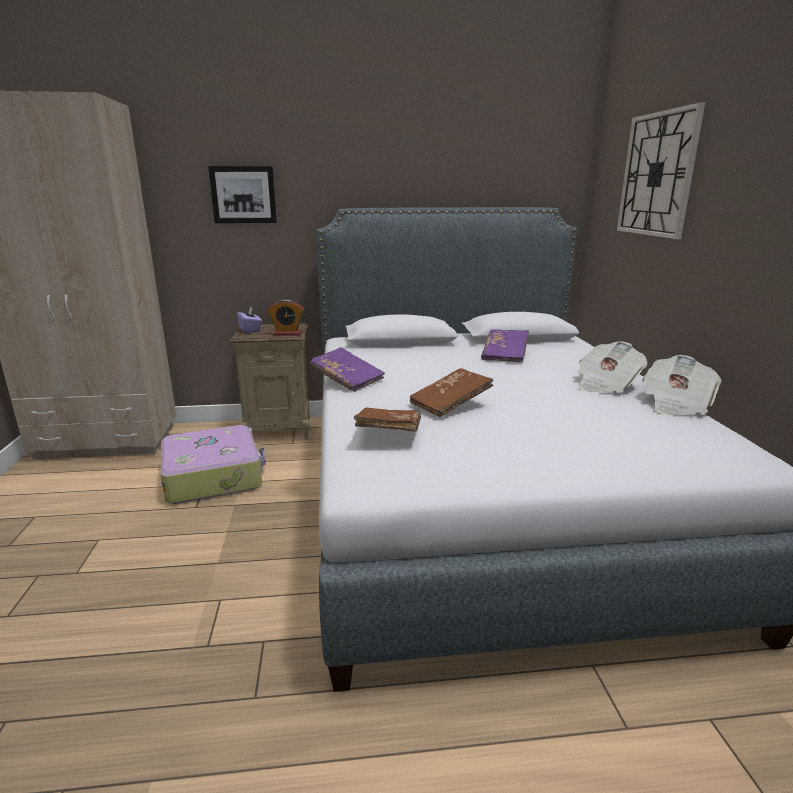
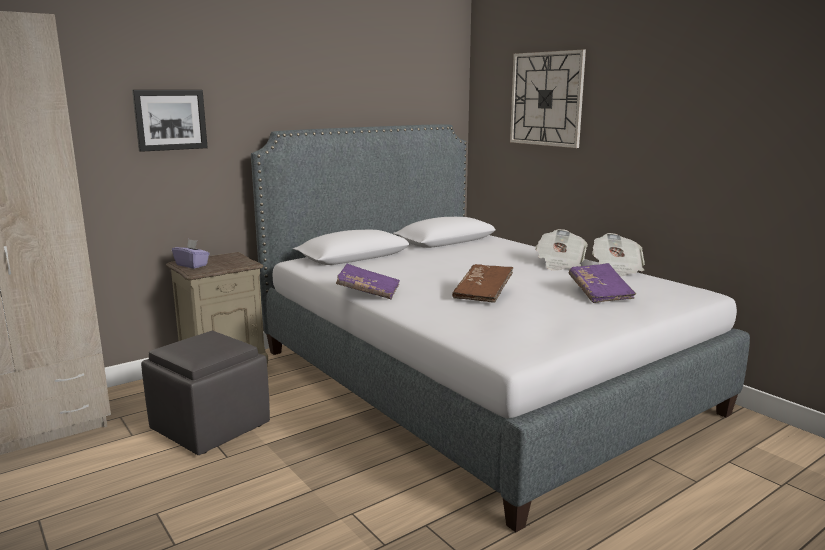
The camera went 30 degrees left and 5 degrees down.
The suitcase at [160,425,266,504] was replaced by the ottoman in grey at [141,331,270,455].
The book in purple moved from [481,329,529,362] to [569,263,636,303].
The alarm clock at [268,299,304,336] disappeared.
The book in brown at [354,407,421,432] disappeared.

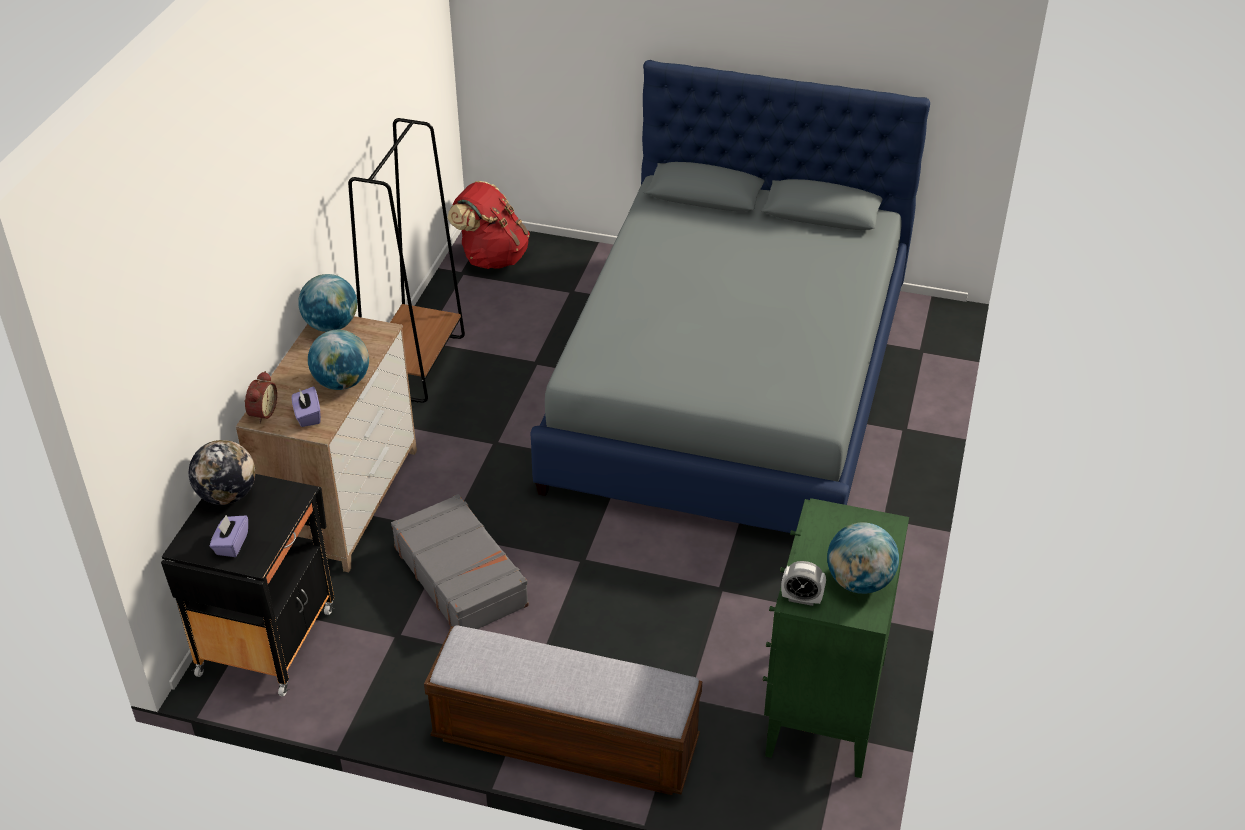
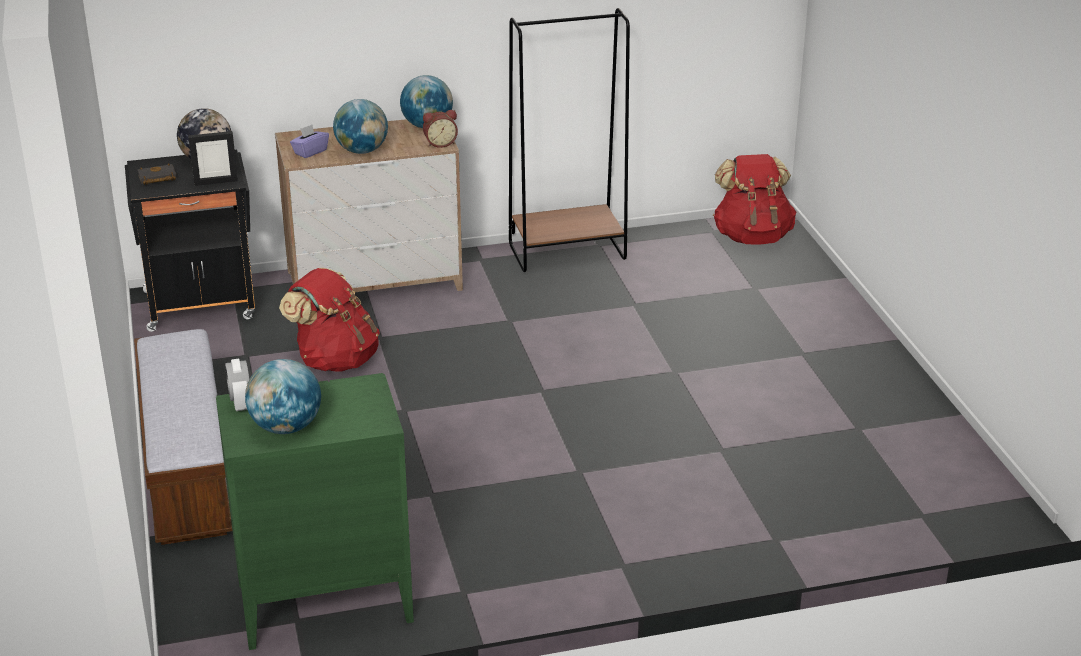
The camera went 60 degrees right and 10 degrees down.
The tissue box in purple at [210,515,248,557] was replaced by the book in black at [137,163,177,185].
The picture frame at [188,131,238,186] appeared.
The suitcase in grey at [391,494,529,629] was replaced by the backpack in red at [279,268,380,372].
The alarm clock moved from [244,371,277,423] to [423,110,458,148].
The bed in grey at [531,60,930,533] disappeared.

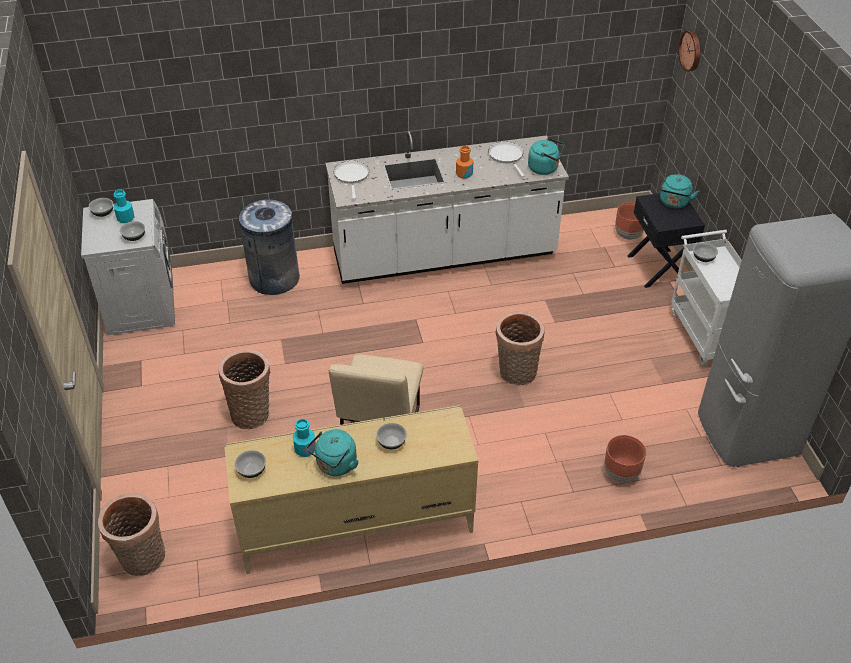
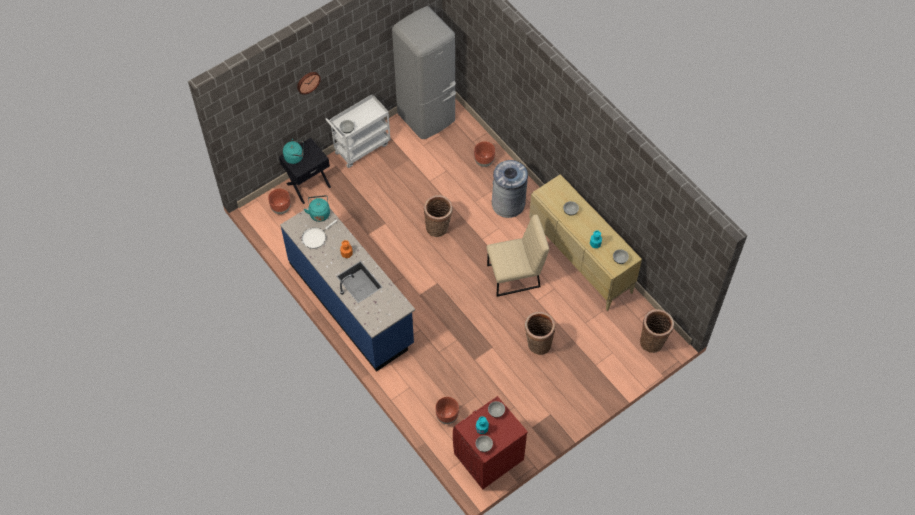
The camera went 115 degrees left and 15 degrees up.
The counter in white at [325,131,569,284] became the counter in blue at [280,207,415,372].
The wall clock moved from [678,30,700,72] to [297,72,321,95].
The planter in brown at [436,397,459,424] appeared.
The washing machine in white at [81,199,175,335] became the washing machine in red at [453,396,528,490].
The trash can in grey moved from [239,200,300,295] to [492,160,528,218].
The kettle in turquoise at [306,429,359,476] disappeared.
The frying pan in white at [334,161,369,199] disappeared.

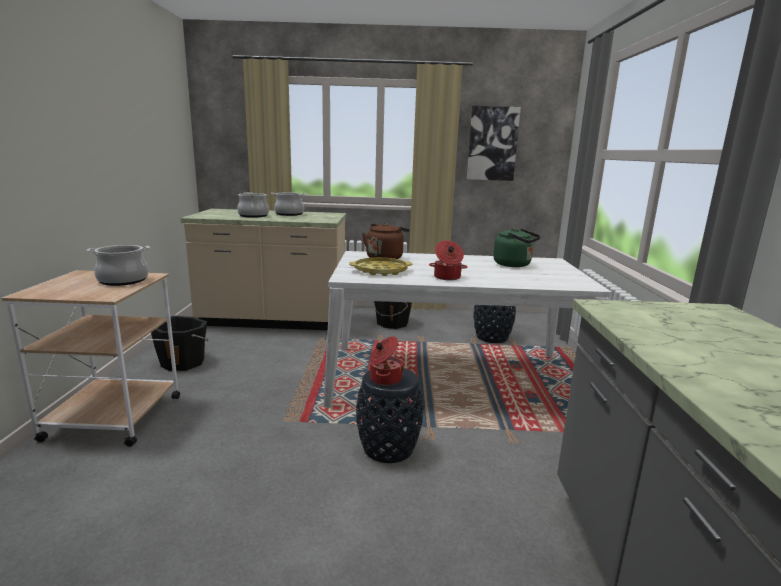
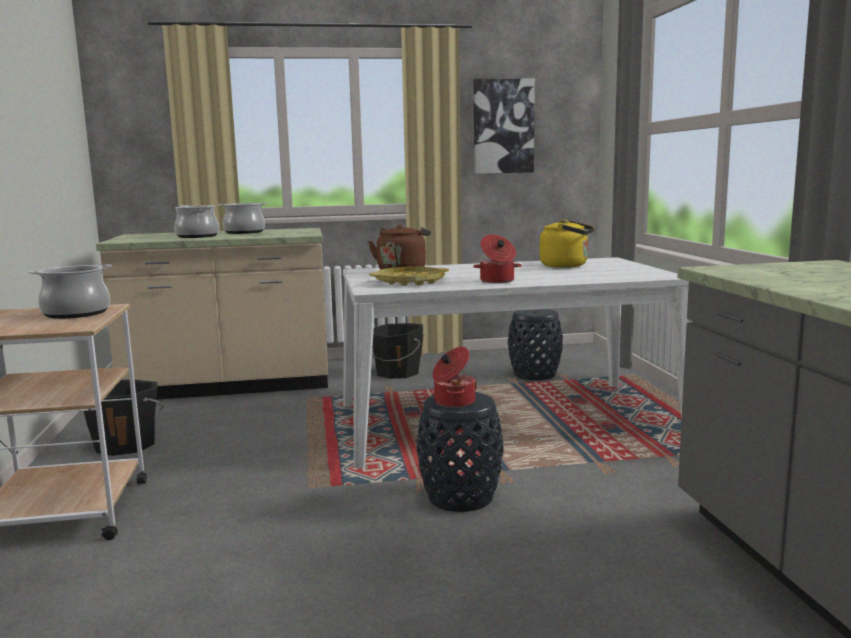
The camera went 10 degrees left and 5 degrees down.
The kettle in green at [493,228,541,267] became the kettle in yellow at [540,219,595,268].

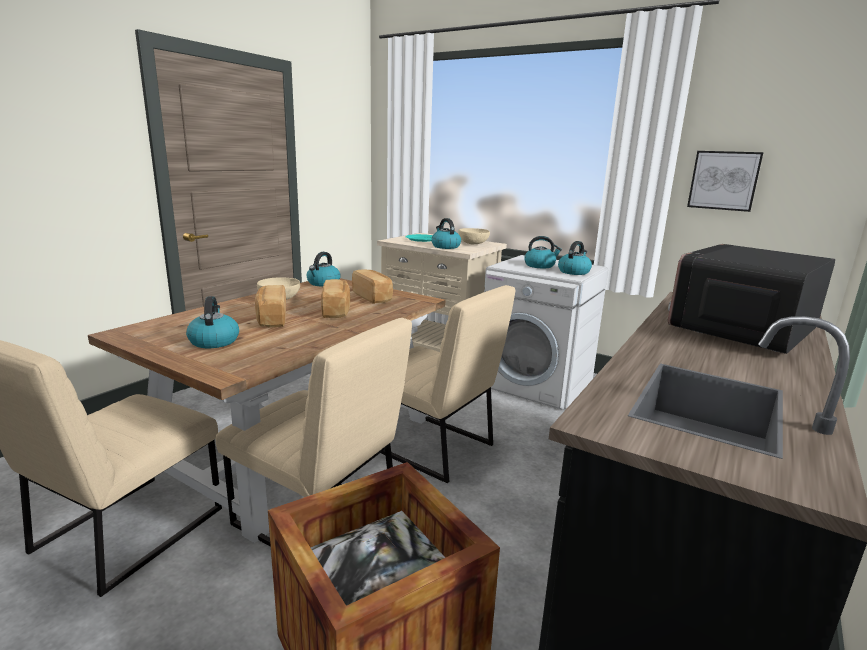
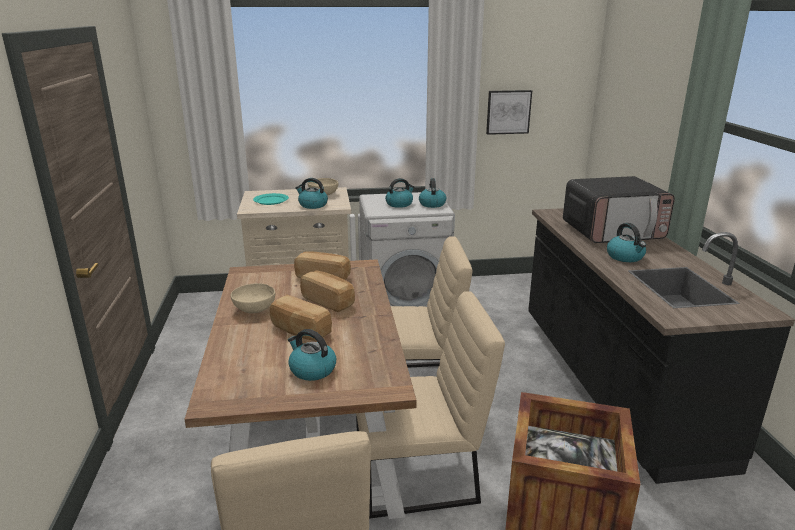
The camera went 40 degrees left and 5 degrees up.
The microwave at [668,244,835,354] turned 105 degrees counterclockwise.
The kettle moved from [306,252,341,286] to [607,223,646,262].

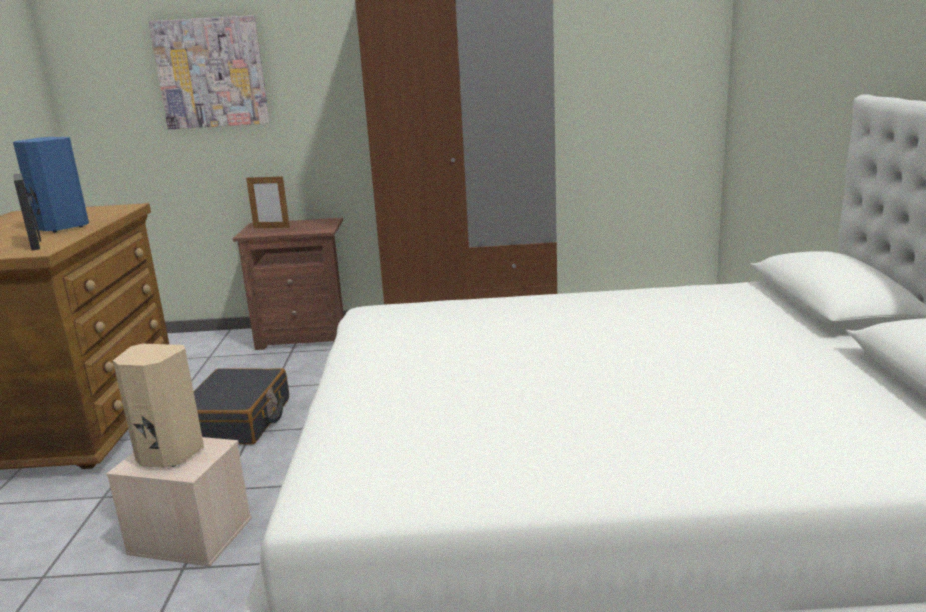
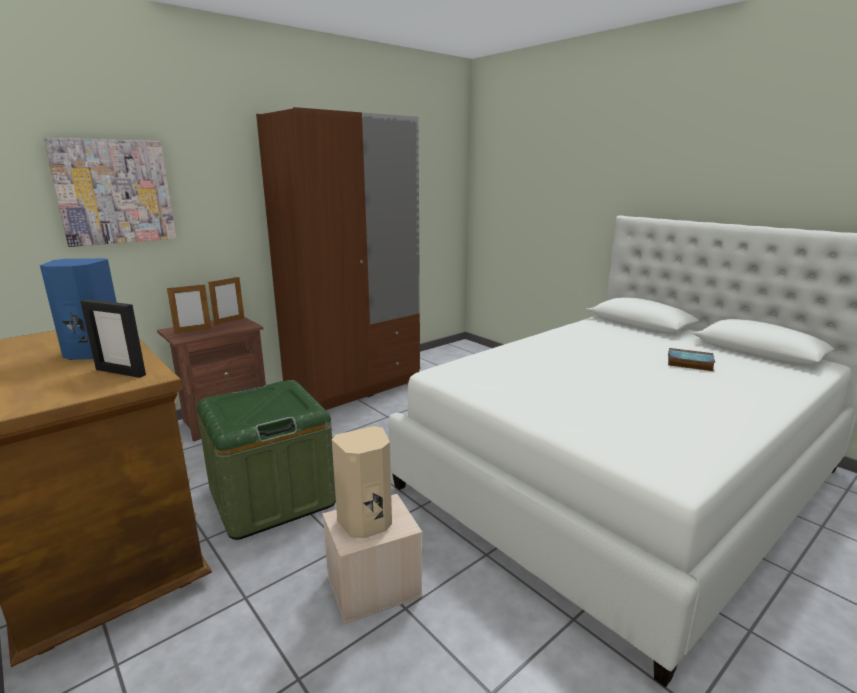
The camera went 40 degrees left and 0 degrees up.
The suitcase in black at [193,368,289,445] was replaced by the storage box in green at [197,380,336,540].
The picture frame at [208,277,244,325] appeared.
The book at [668,348,715,371] appeared.

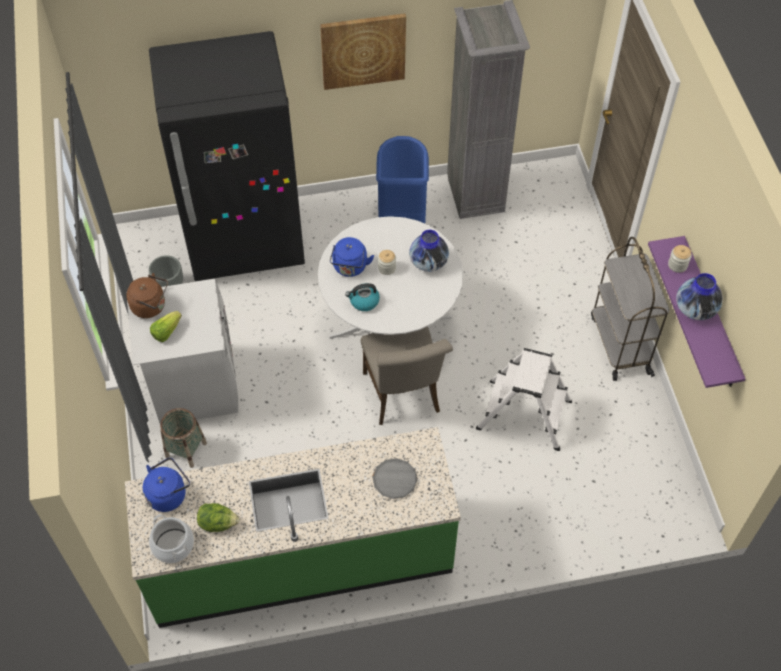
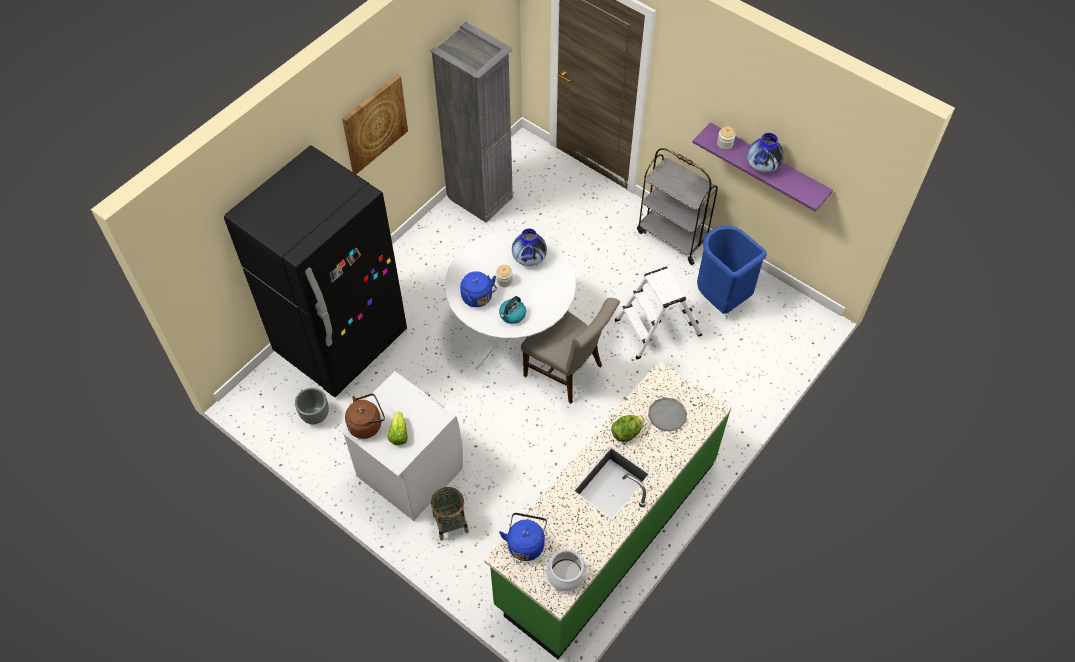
The camera went 40 degrees left and 0 degrees up.
The lettuce moved from [197,503,240,532] to [611,415,645,442].
The trash can in blue moved from [376,136,429,223] to [697,226,767,314].

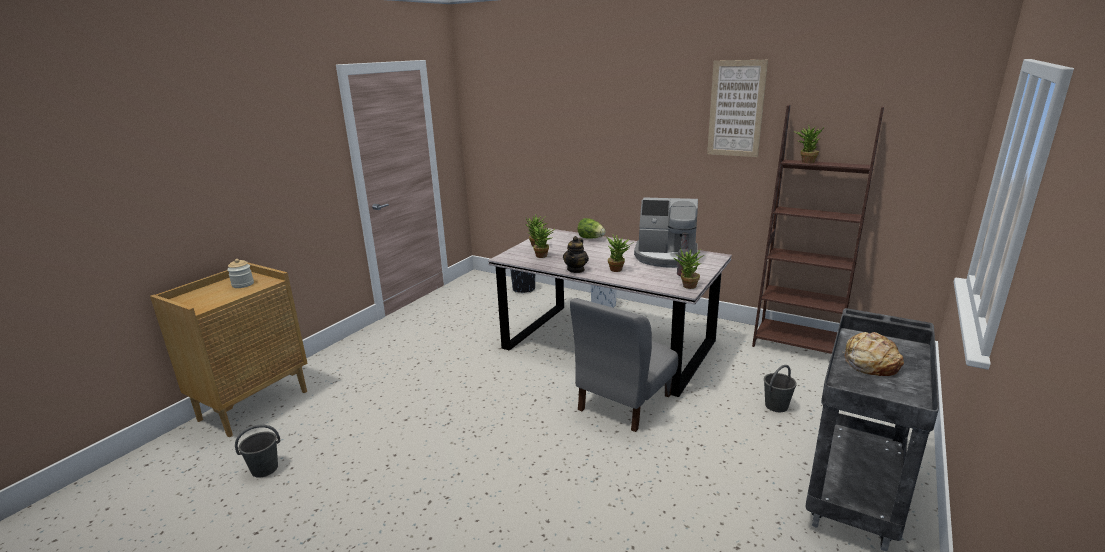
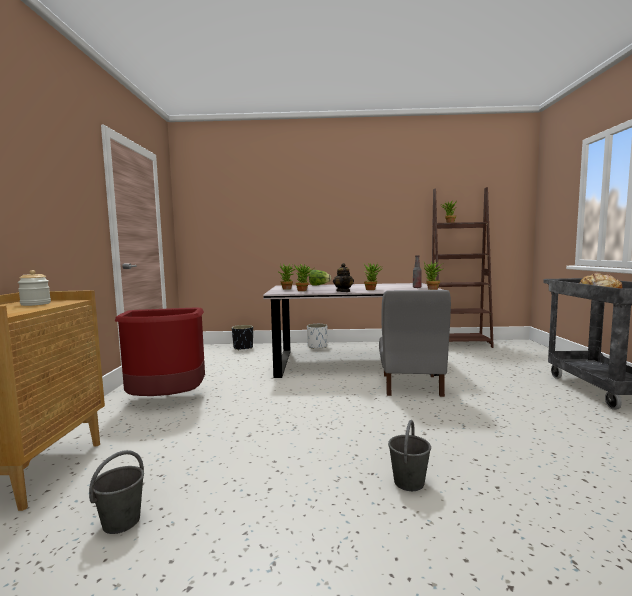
The camera went 30 degrees left and 15 degrees down.
The trash can in red at [115,308,205,396] appeared.
The bucket in grey moved from [764,365,796,412] to [388,420,431,491].
The coffee machine at [634,197,698,268] disappeared.
The picture at [707,60,768,157] disappeared.

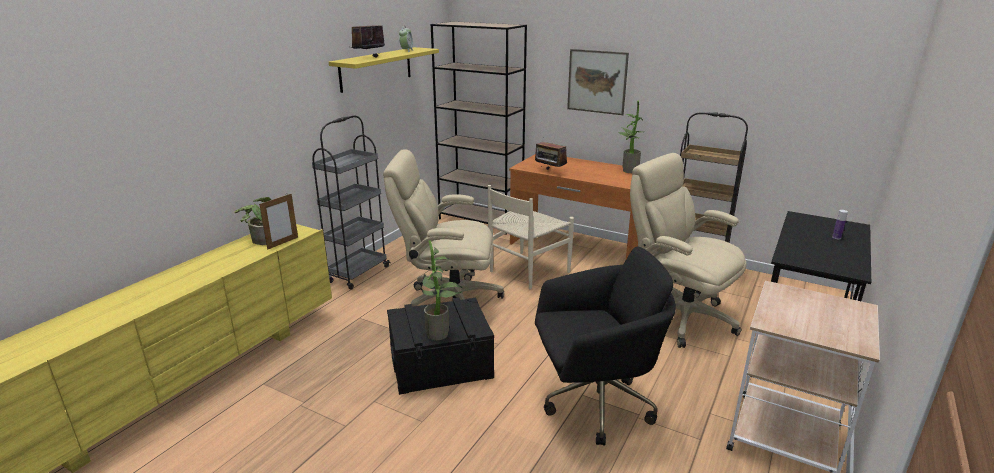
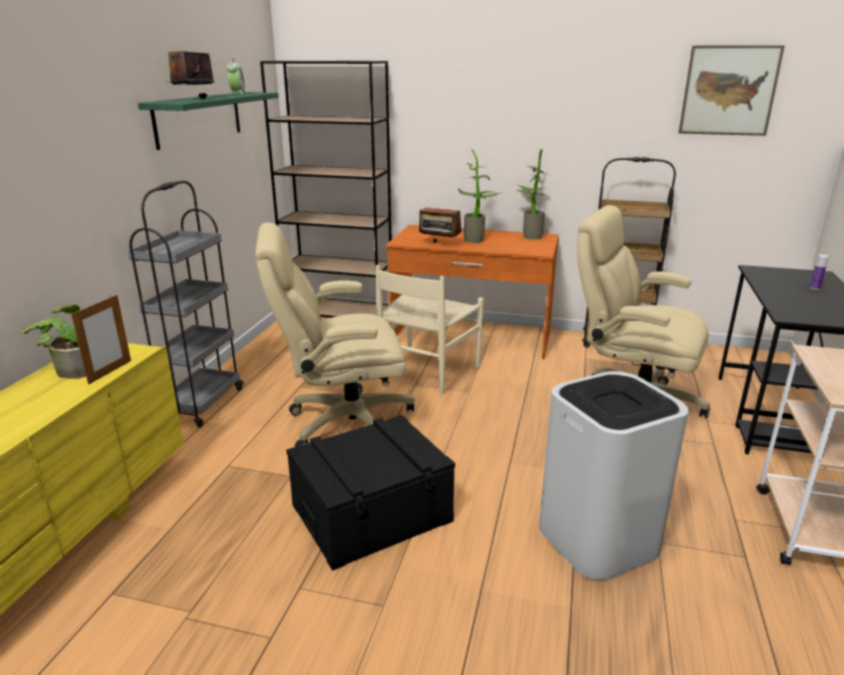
The camera went 15 degrees left and 0 degrees up.
The shelf in yellow at [329,47,439,93] became the shelf in green at [138,92,279,150].
The potted plant moved from [421,240,462,341] to [458,149,502,243].
The office chair in black at [535,247,676,446] was replaced by the trash can in white at [539,371,689,580].
The picture moved from [567,49,629,115] to [679,45,785,136].

